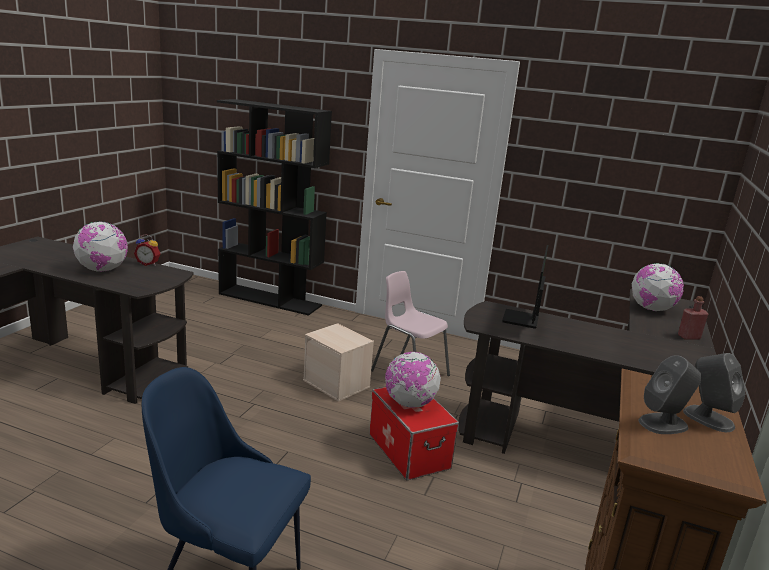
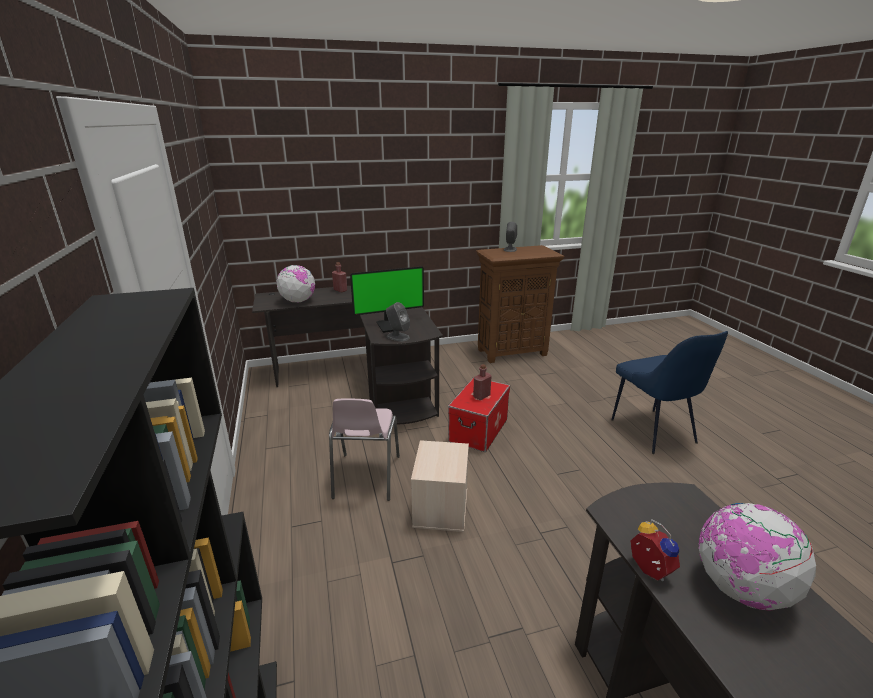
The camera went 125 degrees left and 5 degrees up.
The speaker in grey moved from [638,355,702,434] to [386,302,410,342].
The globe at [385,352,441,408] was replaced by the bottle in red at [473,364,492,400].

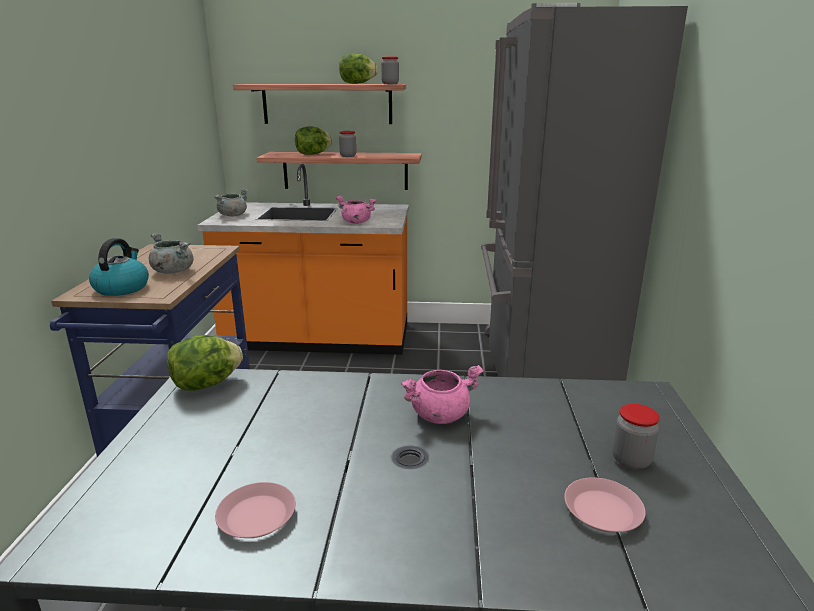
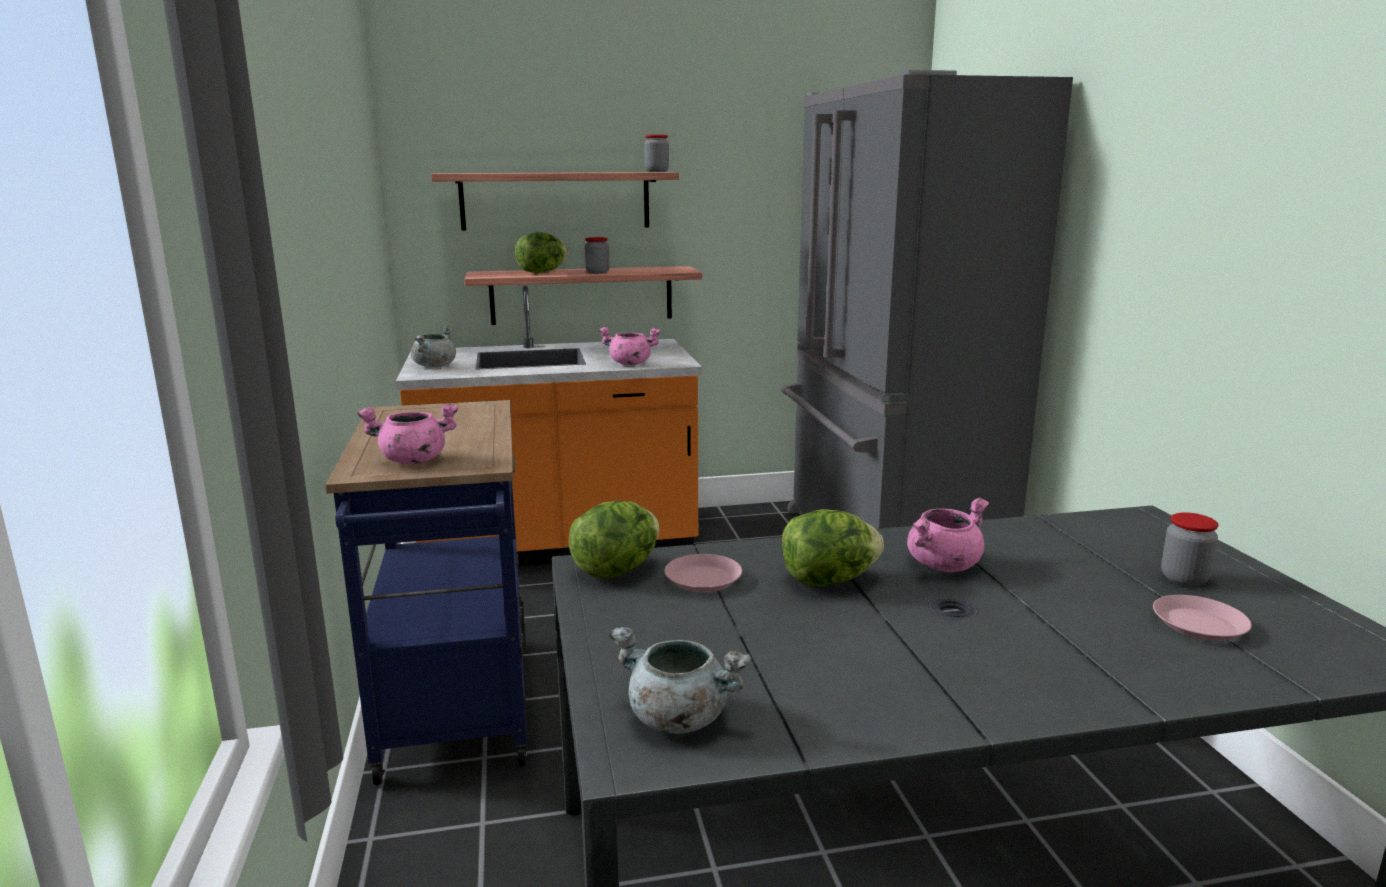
The camera went 15 degrees left and 5 degrees down.
The kettle at [89,238,149,296] was replaced by the cooking pot in pink at [357,404,458,464].
The cooking pot in grey moved from [149,233,194,274] to [609,627,751,734].
The plate in pink moved from [215,482,296,538] to [664,554,742,592].
The lettuce moved from [339,53,378,84] to [782,509,884,586].

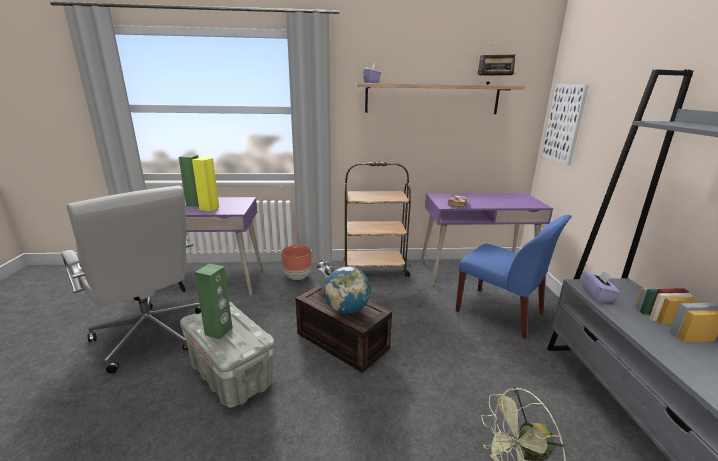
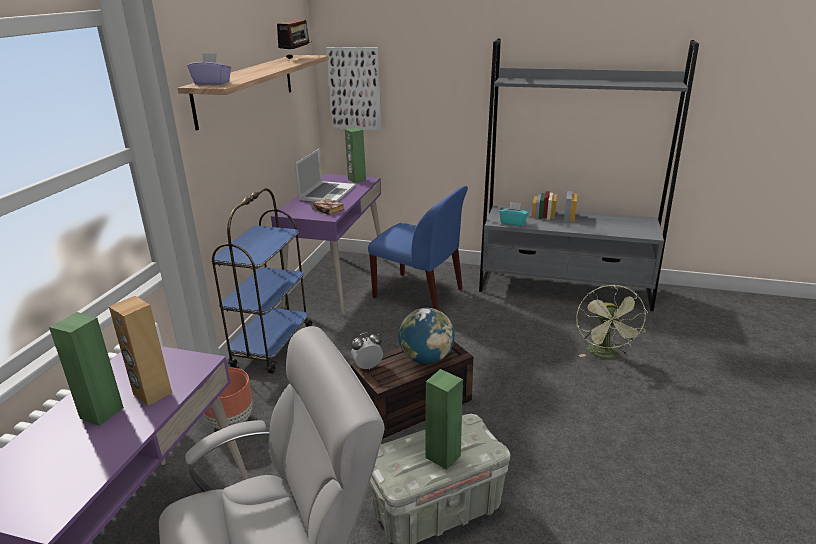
The camera went 70 degrees left and 5 degrees up.
The speaker in yellow at [192,157,219,212] became the speaker in brown at [109,296,172,406].
The cart in brown at [343,162,411,277] became the cart in blue at [211,188,312,374].
The laptop at [295,149,356,202] appeared.
The speaker in green at [345,127,366,183] appeared.
The chair in blue at [456,215,572,339] turned 60 degrees clockwise.
The tissue box in purple at [582,270,620,302] became the tissue box in turquoise at [499,202,529,226].

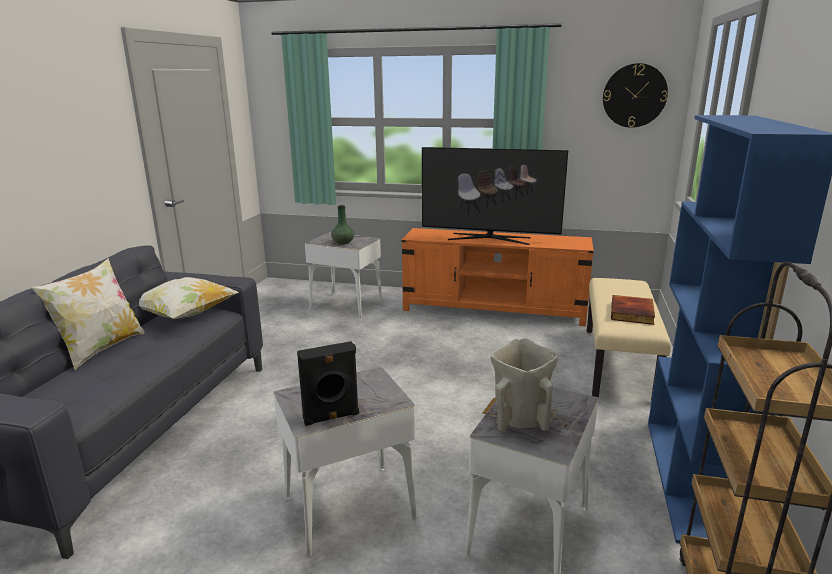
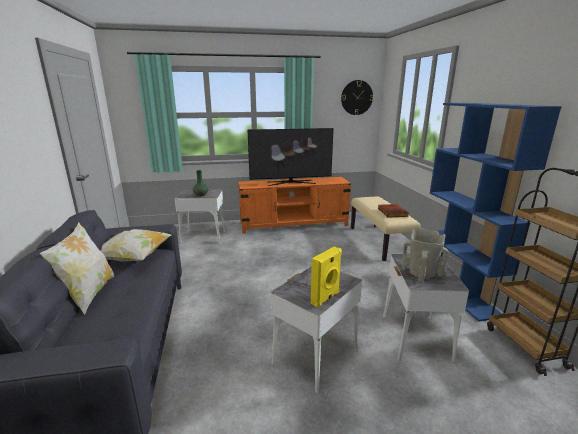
The camera went 25 degrees left and 0 degrees up.
The speaker in black at [297,341,359,426] became the speaker in yellow at [311,247,342,307].

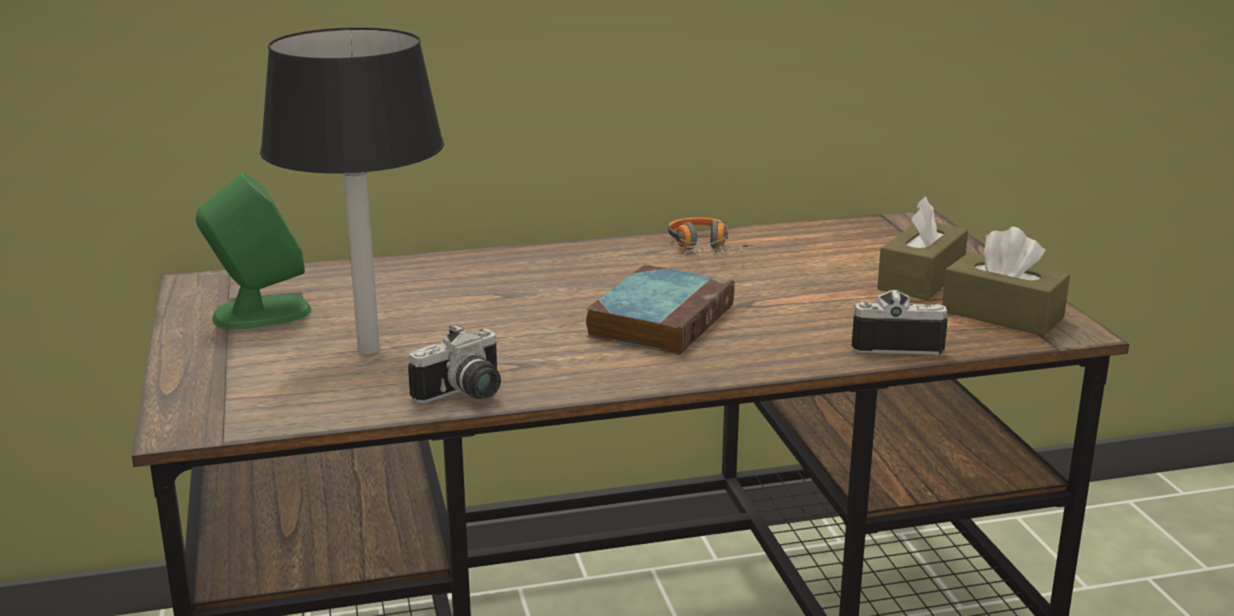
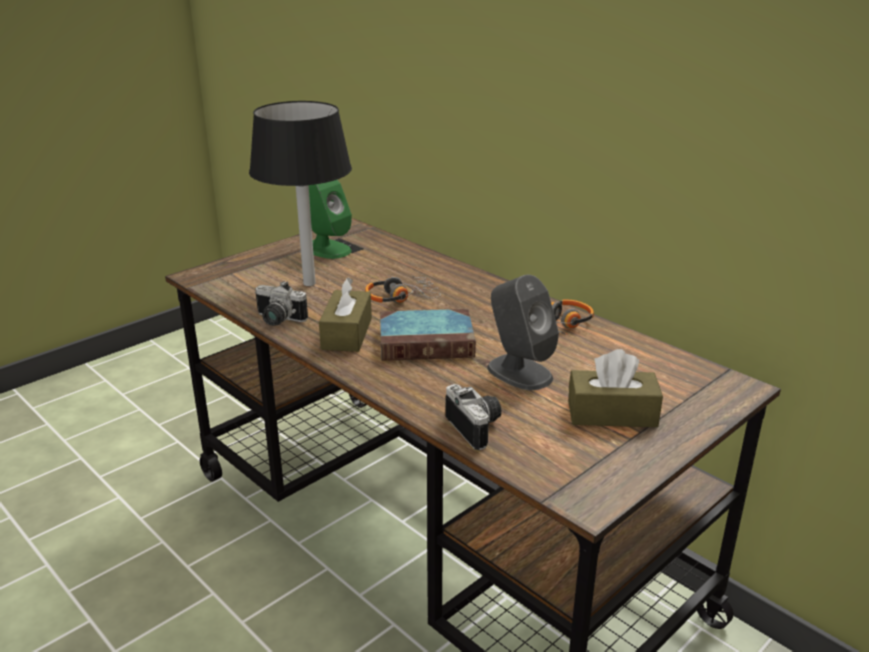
The camera went 60 degrees right and 5 degrees up.
The tissue box in brown moved from [942,227,1070,336] to [319,277,372,352].
The headphones at [365,274,441,303] appeared.
The speaker in grey at [487,274,559,390] appeared.

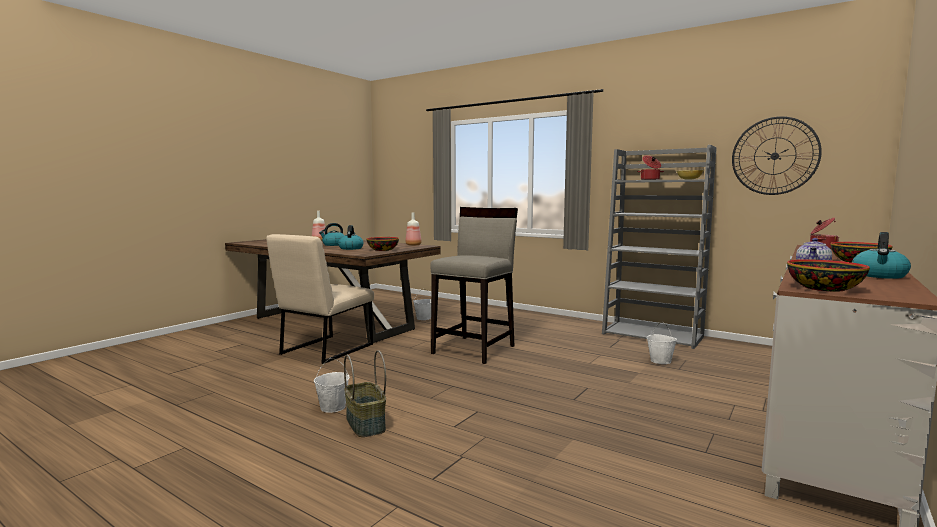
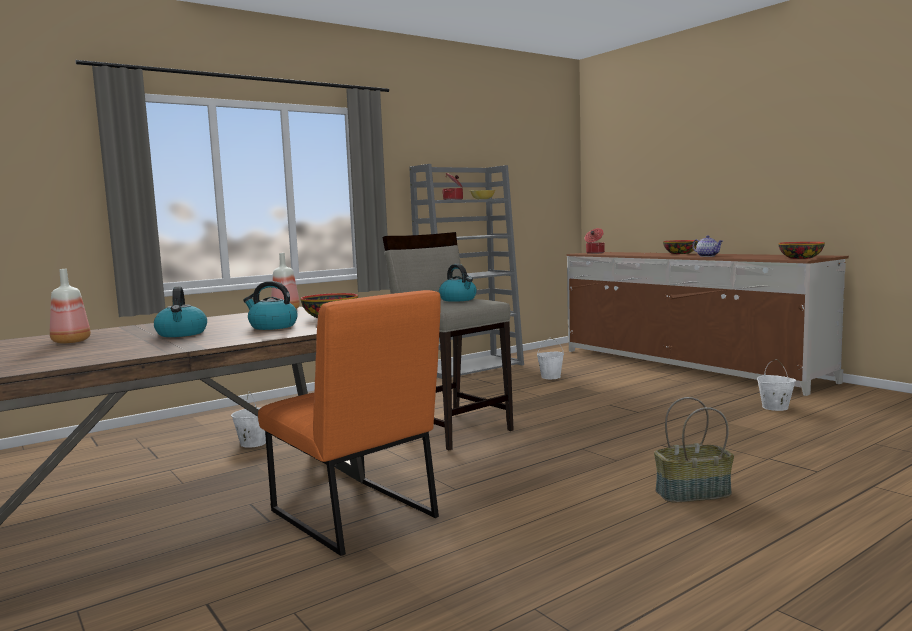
The camera went 70 degrees left and 0 degrees up.
The chair in beige at [266,234,374,364] became the chair in orange at [258,290,441,556].
The kettle moved from [852,232,911,279] to [439,264,477,302].
The bucket in white moved from [314,358,349,413] to [757,359,796,411].
The wall clock at [732,116,822,195] disappeared.

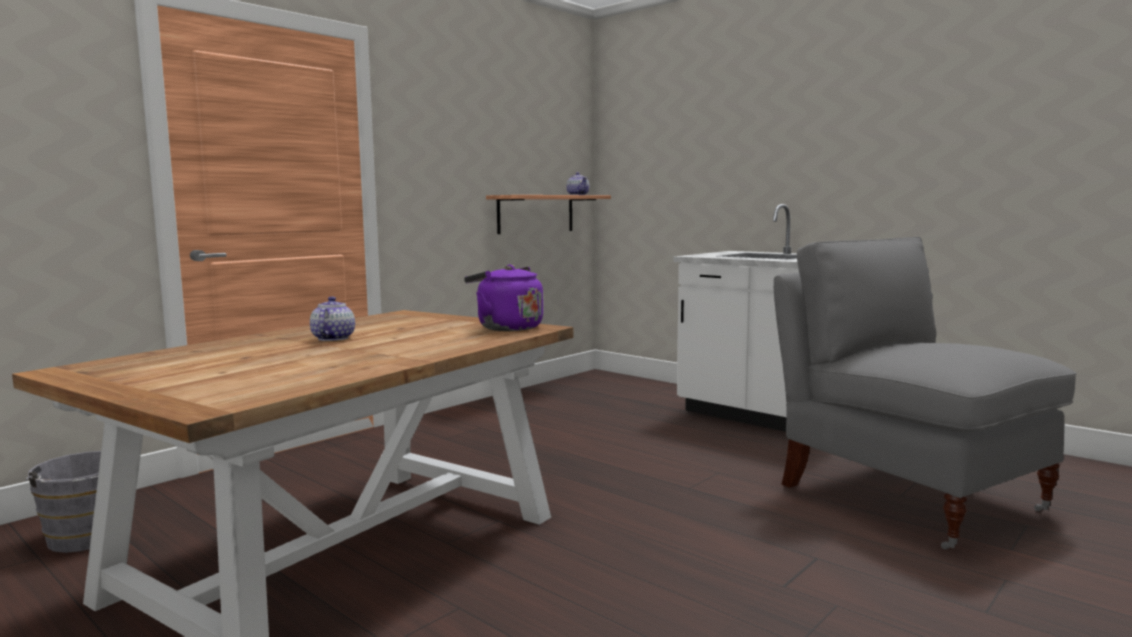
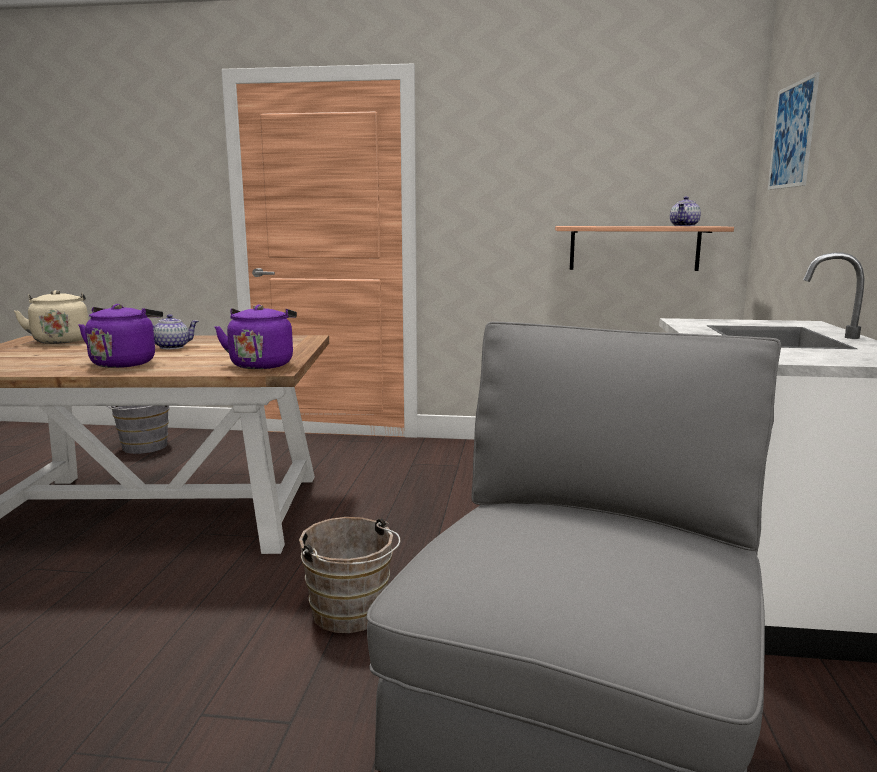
The camera went 55 degrees right and 5 degrees up.
The kettle in beige at [14,290,88,344] appeared.
The kettle in purple at [79,304,163,368] appeared.
The bucket in brown at [299,517,400,633] appeared.
The picture at [768,72,820,190] appeared.

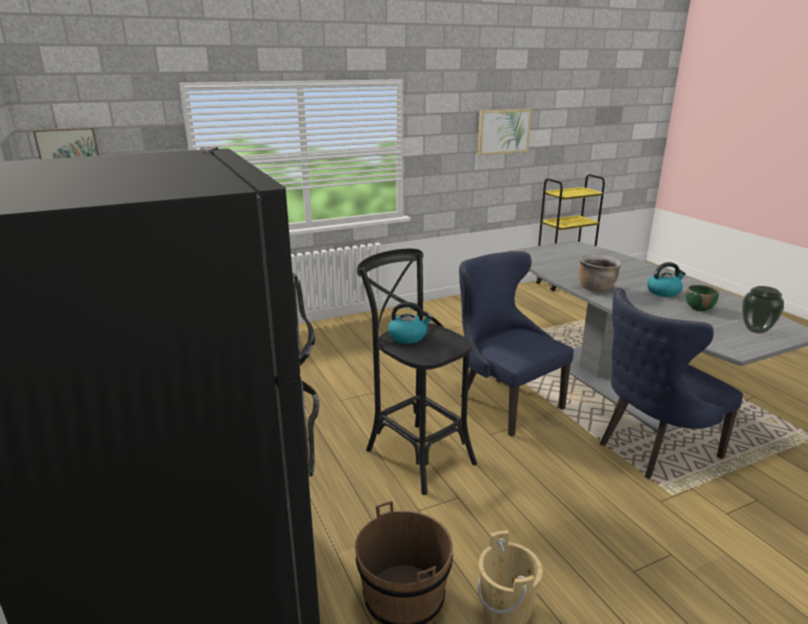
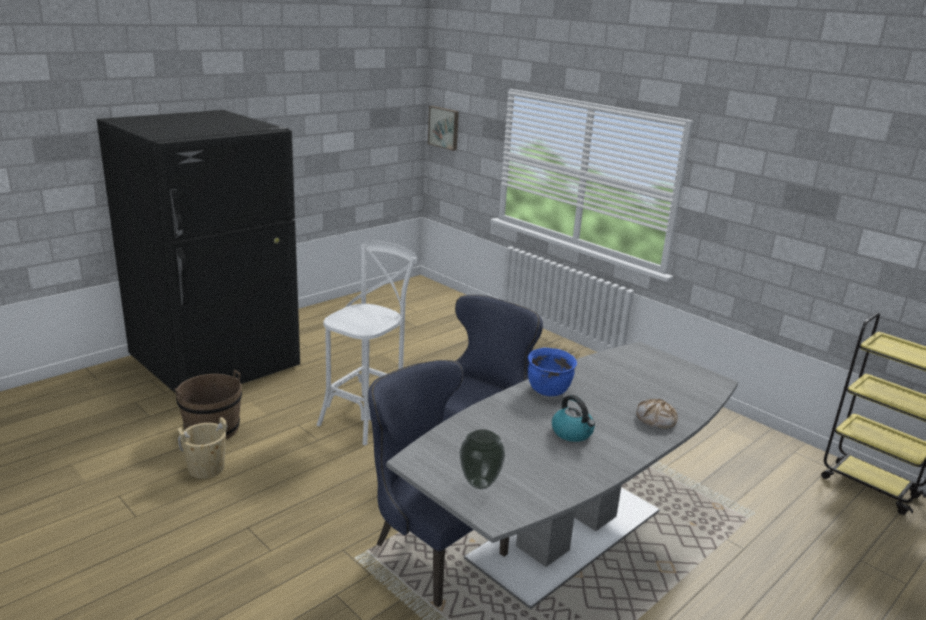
The camera went 70 degrees right and 0 degrees up.
The stool in black at [357,249,477,495] became the stool in white at [316,241,417,445].
The cooking pot in brown at [579,255,622,292] became the cooking pot in blue at [528,348,577,396].
The bread at [636,399,678,429] appeared.
The kettle at [388,302,433,344] disappeared.
The picture at [478,109,531,156] disappeared.
The bowl in green at [686,285,719,311] disappeared.

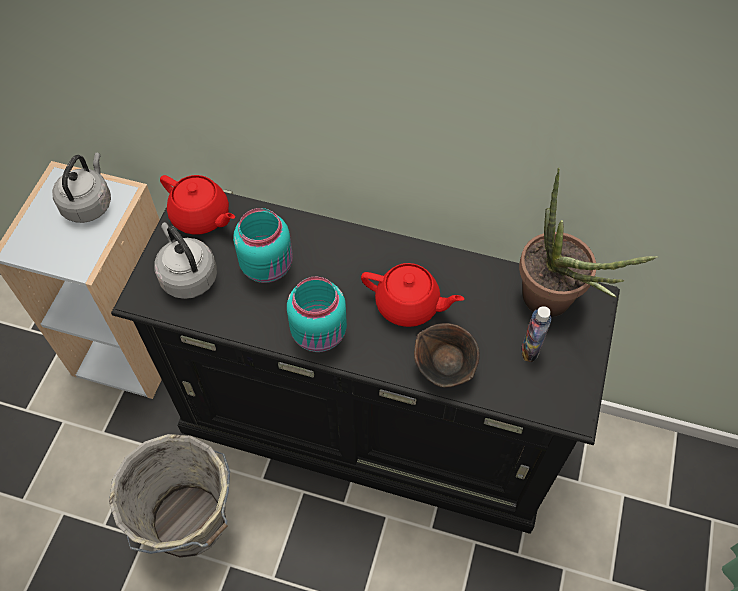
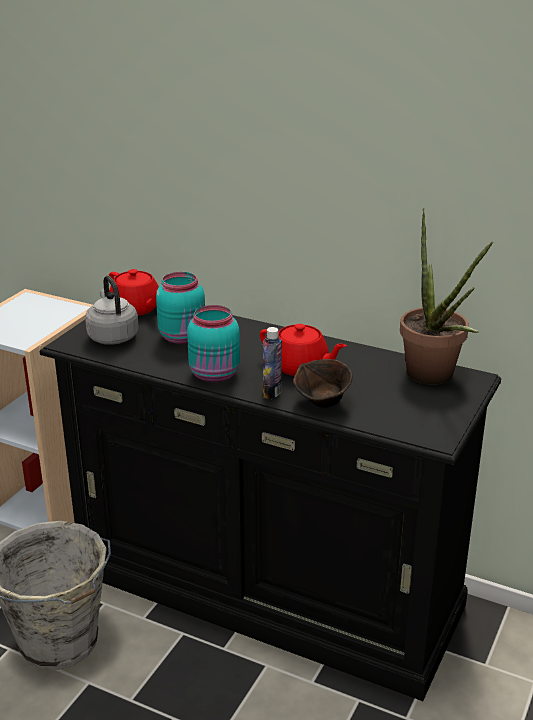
The camera went 10 degrees right and 30 degrees down.
The bottle moved from [521,306,551,362] to [263,327,282,399].
The kettle in grey at [52,153,111,223] disappeared.

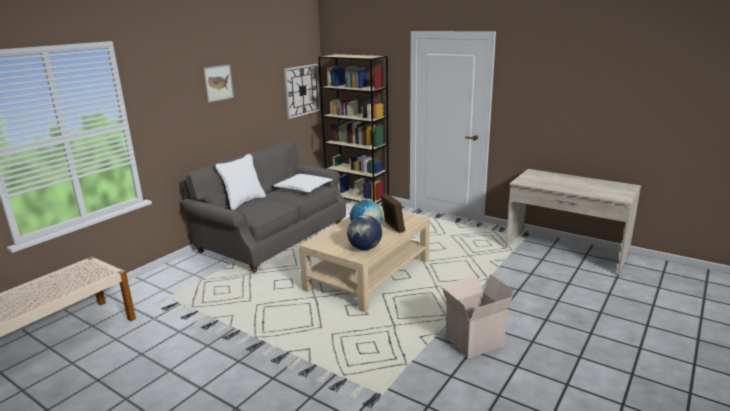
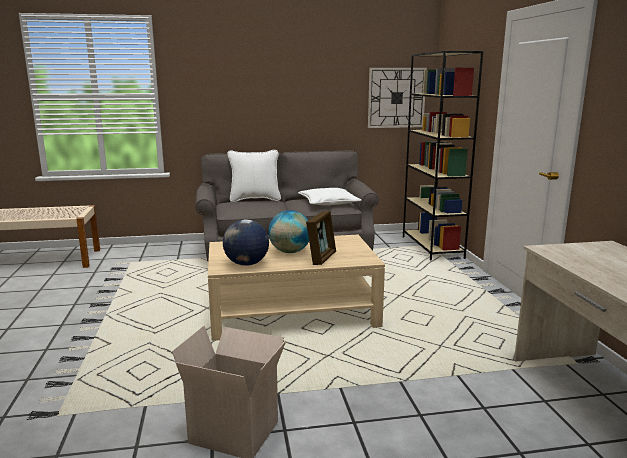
The camera went 45 degrees right and 5 degrees down.
The picture at [203,64,234,103] disappeared.

